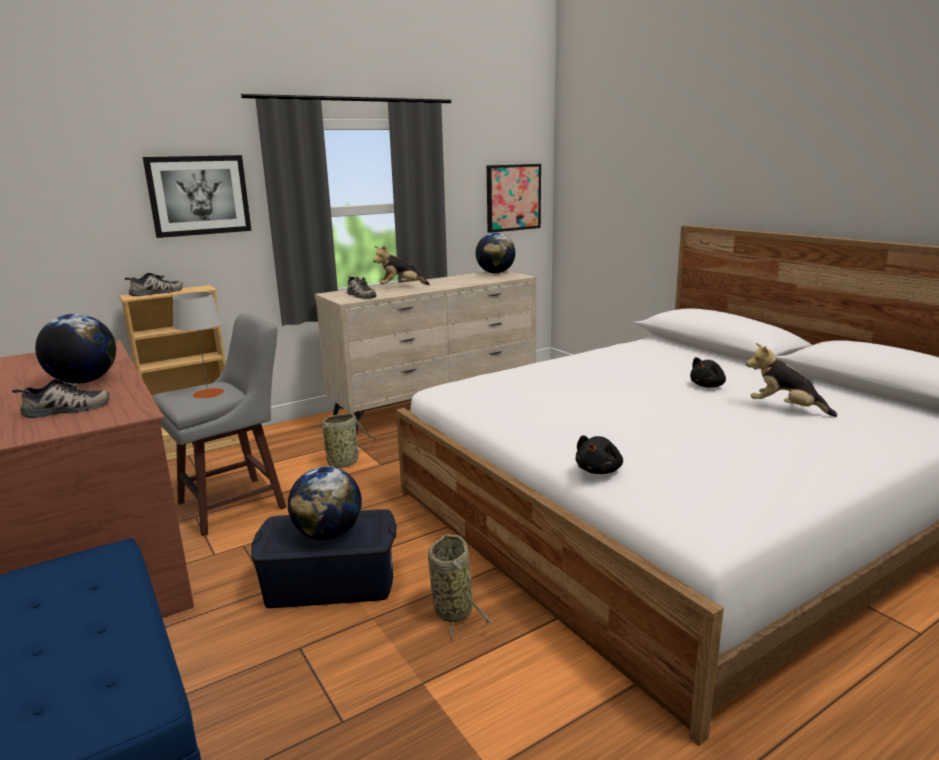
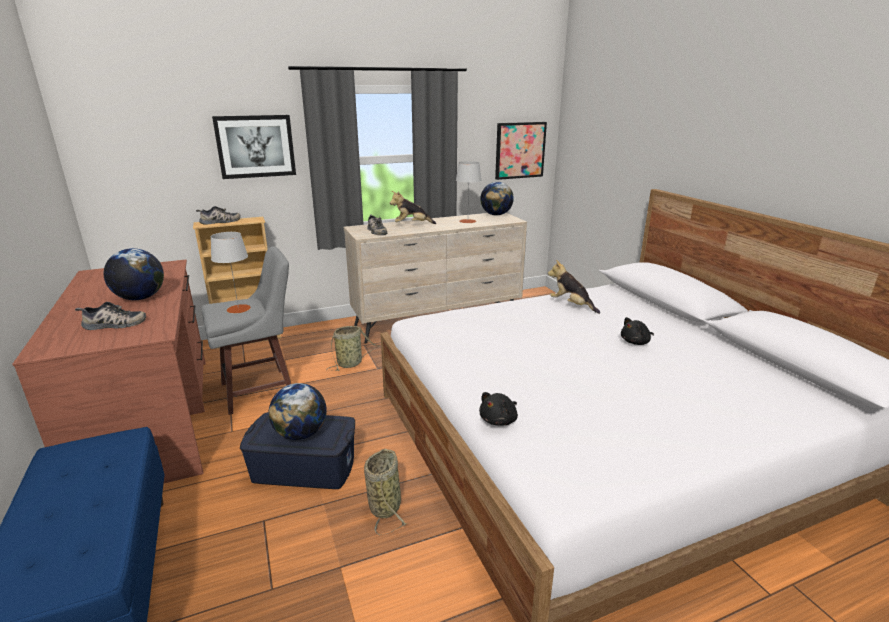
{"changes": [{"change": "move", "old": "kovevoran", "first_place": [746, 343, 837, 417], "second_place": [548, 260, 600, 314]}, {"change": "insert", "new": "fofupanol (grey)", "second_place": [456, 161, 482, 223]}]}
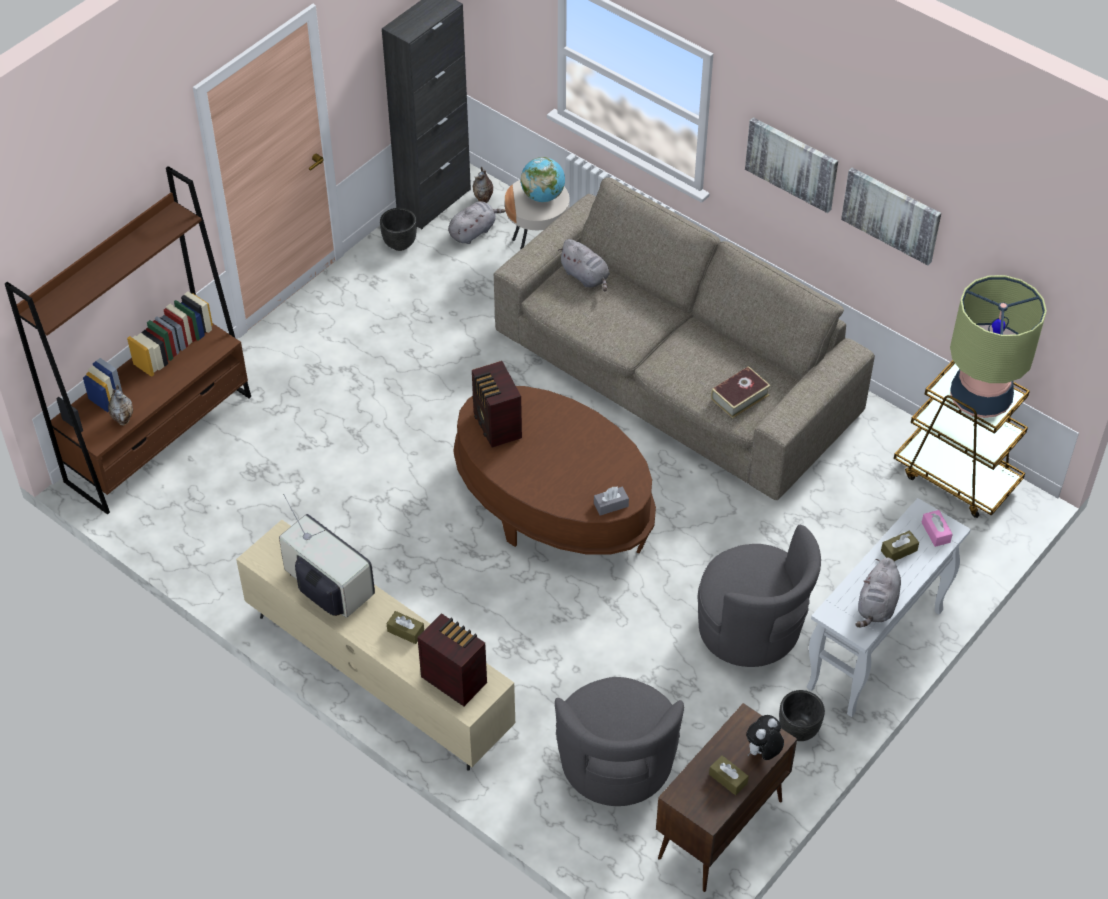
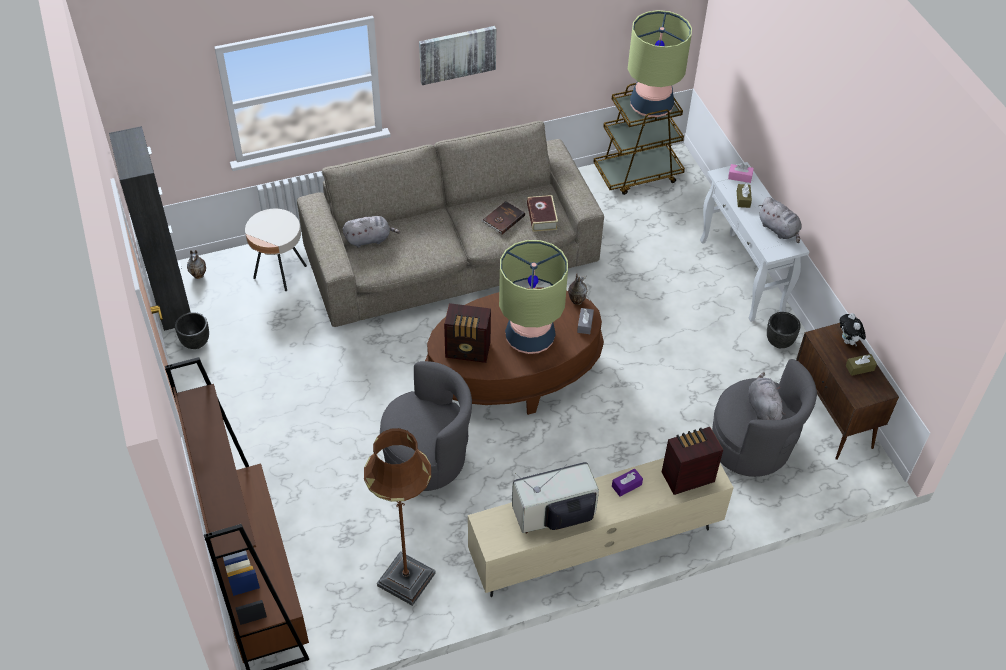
{"changes": [{"change": "move", "old": "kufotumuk", "first_place": [108, 385, 133, 425], "second_place": [568, 273, 587, 305]}, {"change": "recolor", "old": "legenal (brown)", "new": "legenal (purple)", "first_place": [386, 611, 424, 644], "second_place": [612, 468, 643, 497]}, {"change": "move", "old": "kovevoran (grey)", "first_place": [448, 201, 505, 244], "second_place": [748, 372, 786, 420]}, {"change": "delete", "old": "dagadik", "first_place": [521, 157, 565, 202]}, {"change": "move", "old": "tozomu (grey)", "first_place": [698, 525, 821, 667], "second_place": [380, 361, 472, 491]}, {"change": "delete", "old": "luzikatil", "first_place": [841, 167, 941, 265]}, {"change": "insert", "new": "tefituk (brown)", "second_place": [364, 428, 436, 606]}, {"change": "insert", "new": "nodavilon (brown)", "second_place": [481, 201, 525, 234]}, {"change": "insert", "new": "fofupanol", "second_place": [499, 240, 568, 354]}]}
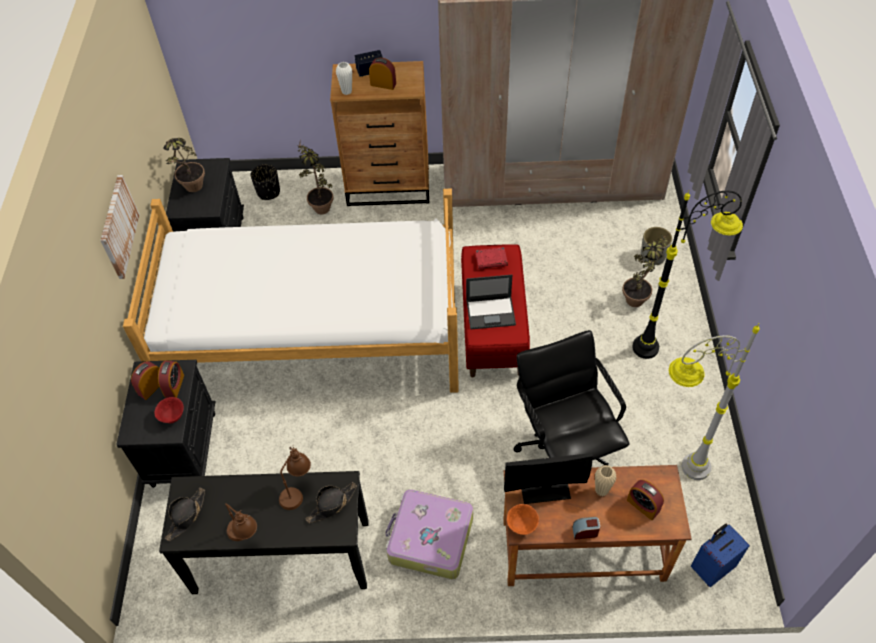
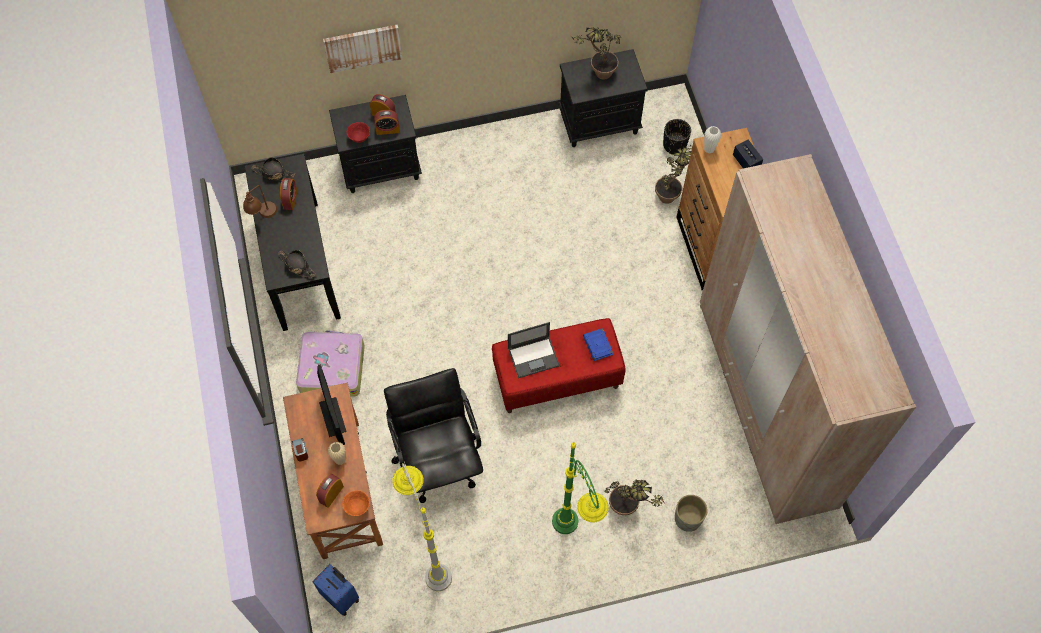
{"changes": [{"change": "move", "old": "luzikatil", "first_place": [100, 175, 140, 279], "second_place": [323, 25, 402, 73]}, {"change": "delete", "old": "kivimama", "first_place": [123, 189, 459, 393]}, {"change": "delete", "old": "fofupanol (brown)", "first_place": [279, 446, 311, 510]}, {"change": "move", "old": "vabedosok", "first_place": [369, 58, 396, 90], "second_place": [280, 178, 298, 210]}, {"change": "rotate", "old": "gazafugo", "first_place": [466, 275, 516, 329], "second_place": [508, 322, 560, 378], "degrees": -90}, {"change": "recolor", "old": "nodavilon (red)", "new": "nodavilon (blue)", "first_place": [476, 247, 508, 269], "second_place": [583, 328, 613, 361]}, {"change": "move", "old": "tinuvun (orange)", "first_place": [507, 504, 539, 535], "second_place": [342, 490, 370, 516]}, {"change": "rotate", "old": "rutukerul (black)", "first_place": [514, 330, 629, 465], "second_place": [384, 368, 483, 503], "degrees": -75}, {"change": "recolor", "old": "tefituk (black)", "new": "tefituk (green)", "first_place": [632, 190, 743, 359], "second_place": [552, 442, 609, 534]}]}
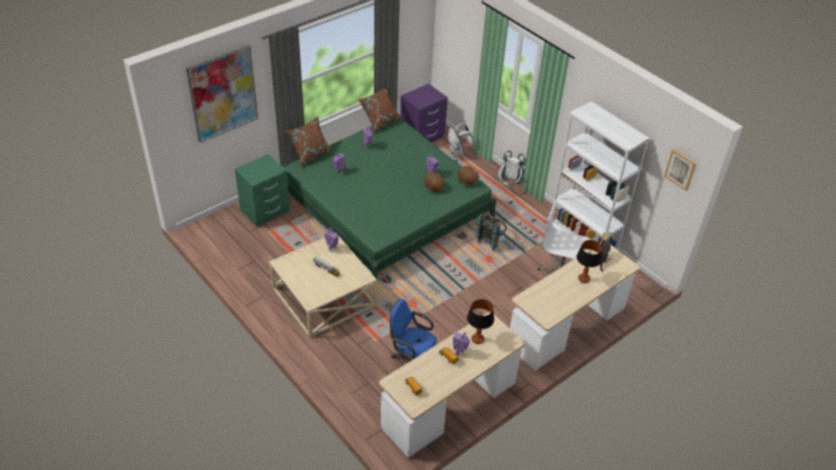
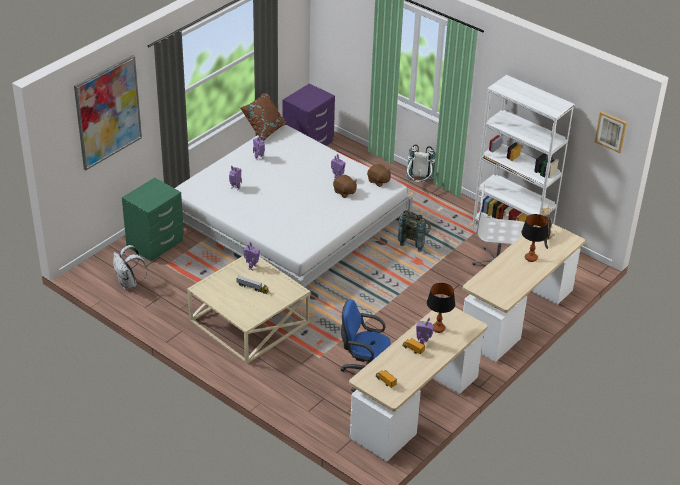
{"changes": [{"change": "recolor", "old": "kivimama (green)", "new": "kivimama (white)", "first_place": [284, 118, 496, 279], "second_place": [175, 125, 413, 287]}, {"change": "delete", "old": "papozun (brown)", "first_place": [285, 117, 332, 166]}, {"change": "move", "old": "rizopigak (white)", "first_place": [448, 123, 474, 158], "second_place": [113, 245, 148, 290]}]}
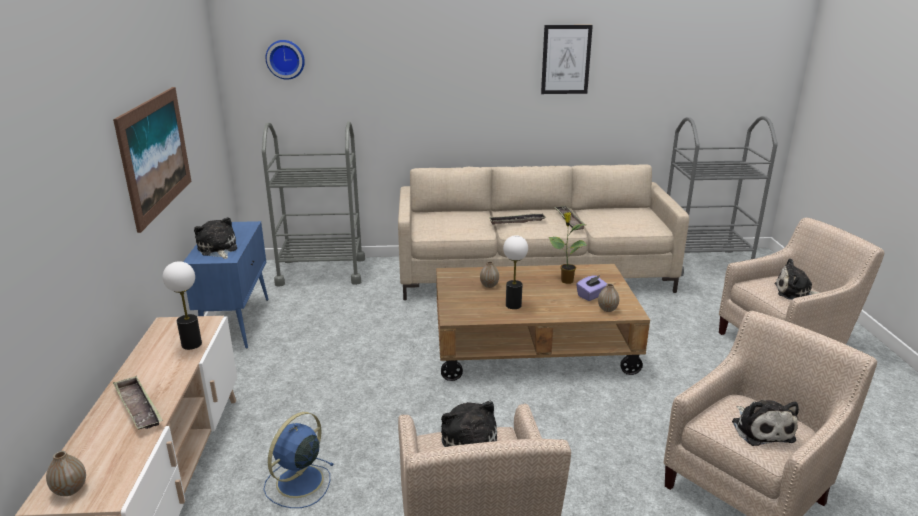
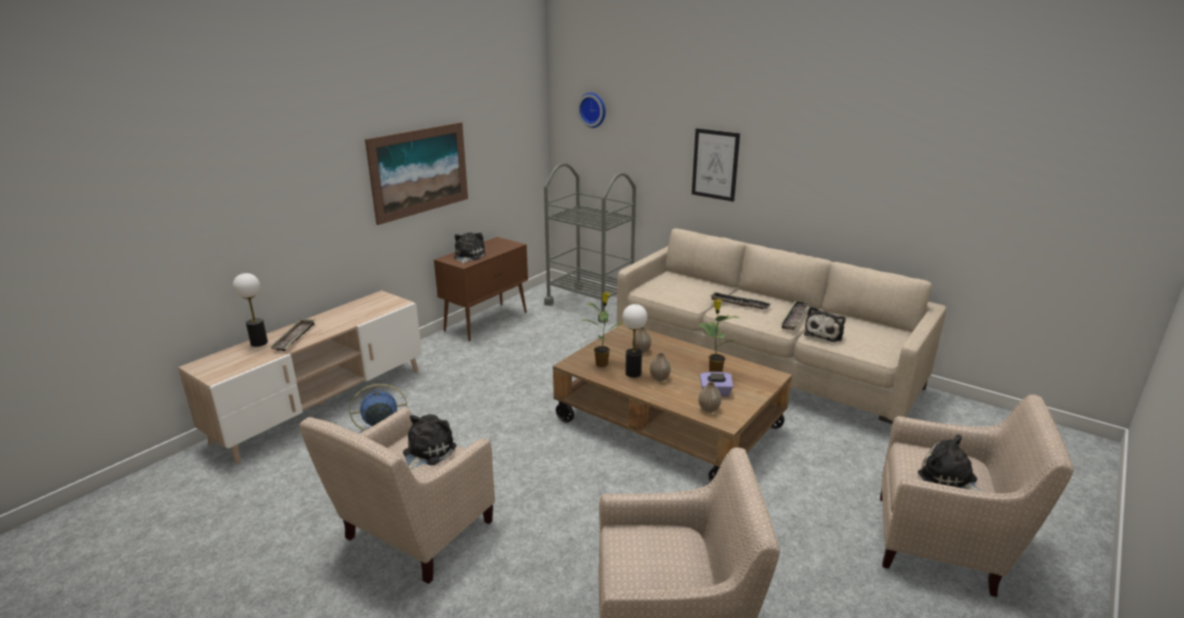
{"changes": [{"change": "move", "old": "kufotumuk", "first_place": [46, 451, 86, 496], "second_place": [650, 353, 671, 381]}, {"change": "move", "old": "fofupanol", "first_place": [163, 261, 202, 350], "second_place": [233, 273, 268, 347]}, {"change": "recolor", "old": "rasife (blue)", "new": "rasife (brown)", "first_place": [183, 221, 269, 349], "second_place": [434, 237, 528, 341]}, {"change": "move", "old": "luzikatil", "first_place": [541, 25, 593, 94], "second_place": [692, 128, 740, 202]}, {"change": "delete", "old": "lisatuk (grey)", "first_place": [667, 116, 778, 276]}, {"change": "move", "old": "kovevoran", "first_place": [732, 400, 799, 446], "second_place": [804, 306, 846, 342]}, {"change": "insert", "new": "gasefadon", "second_place": [581, 292, 624, 367]}]}
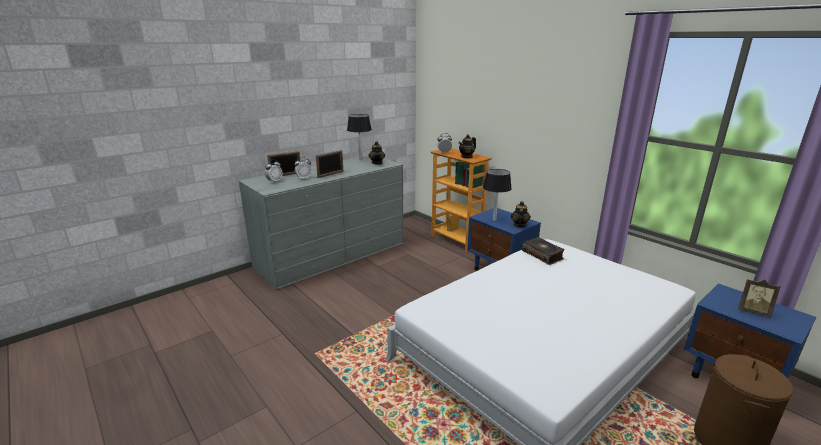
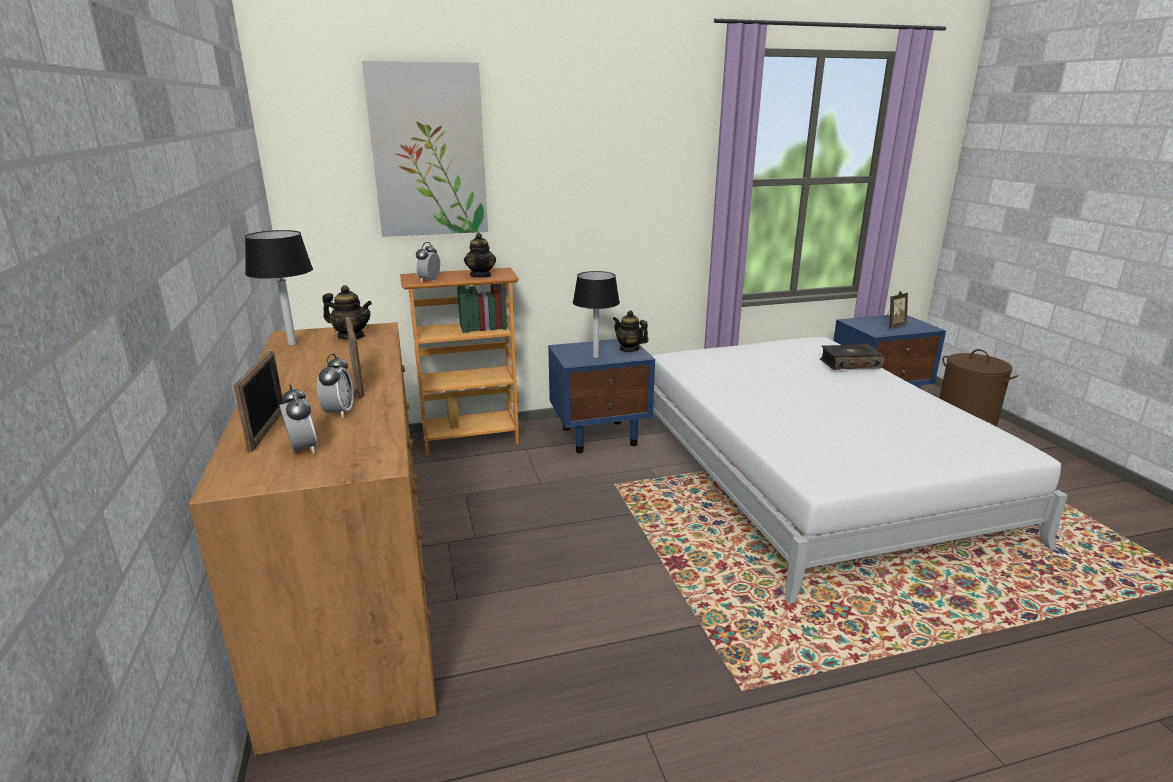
{"changes": [{"change": "recolor", "old": "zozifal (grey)", "new": "zozifal (brown)", "first_place": [239, 155, 404, 289], "second_place": [188, 322, 437, 755]}, {"change": "move", "old": "nodavilon", "first_place": [522, 237, 565, 265], "second_place": [820, 343, 884, 370]}, {"change": "insert", "new": "luzikatil", "second_place": [362, 61, 488, 237]}]}
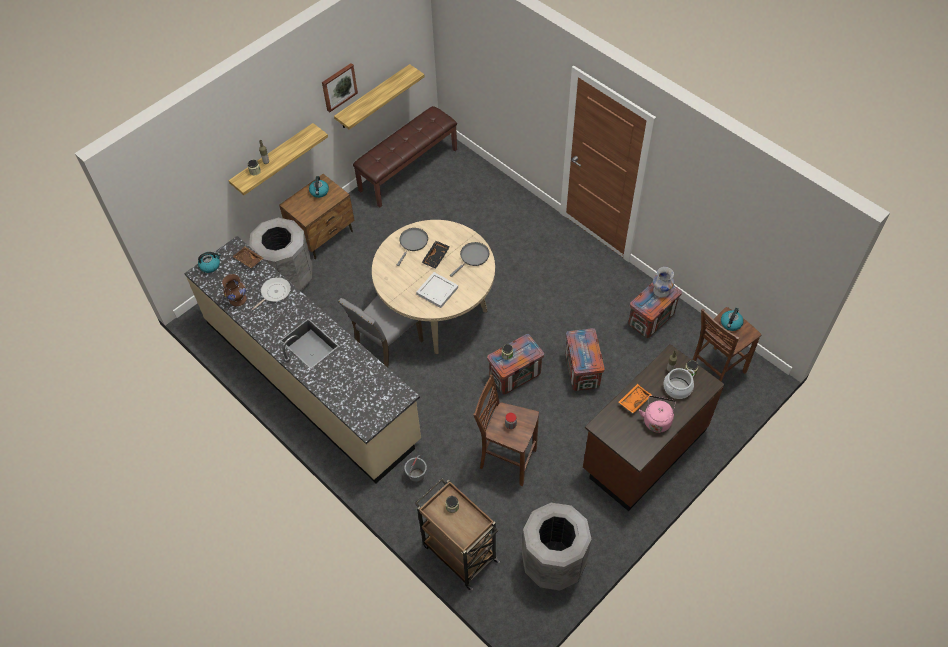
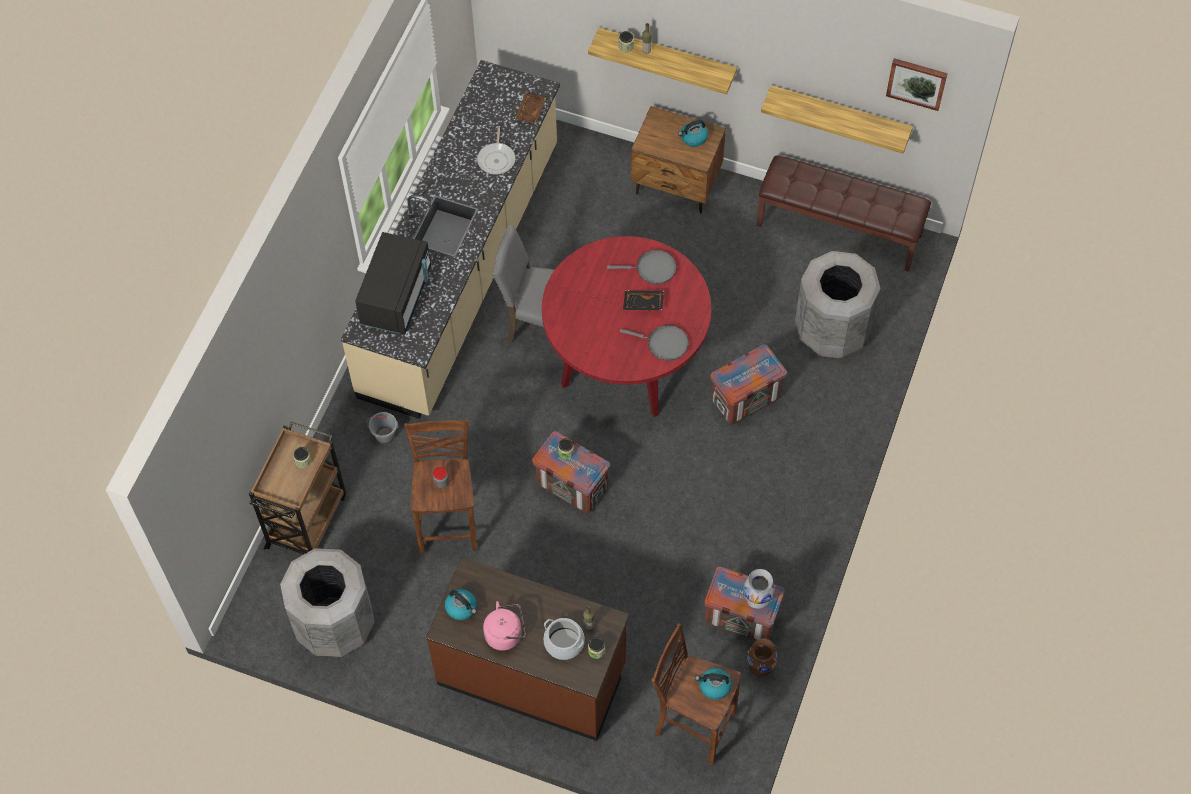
{"changes": [{"change": "move", "old": "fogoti", "first_place": [198, 252, 221, 273], "second_place": [445, 589, 477, 620]}, {"change": "move", "old": "kufotumuk (brown)", "first_place": [222, 274, 247, 306], "second_place": [747, 639, 778, 677]}, {"change": "move", "old": "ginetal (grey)", "first_place": [249, 218, 312, 291], "second_place": [795, 251, 881, 358]}, {"change": "rotate", "old": "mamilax", "first_place": [252, 277, 291, 310], "second_place": [477, 126, 515, 175], "degrees": 75}, {"change": "move", "old": "luzikatil", "first_place": [322, 63, 358, 112], "second_place": [886, 58, 948, 111]}, {"change": "recolor", "old": "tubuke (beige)", "new": "tubuke (red)", "first_place": [372, 220, 495, 354], "second_place": [542, 236, 711, 417]}, {"change": "delete", "old": "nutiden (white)", "first_place": [416, 272, 458, 308]}, {"change": "move", "old": "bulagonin", "first_place": [565, 328, 605, 391], "second_place": [711, 344, 787, 425]}, {"change": "delete", "old": "nutiden (orange)", "first_place": [619, 384, 652, 413]}, {"change": "insert", "new": "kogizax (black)", "second_place": [355, 232, 431, 334]}]}
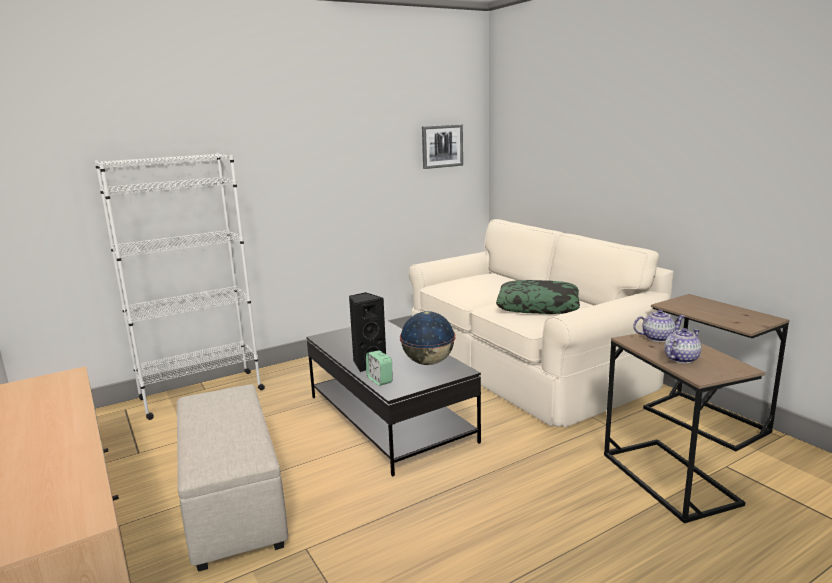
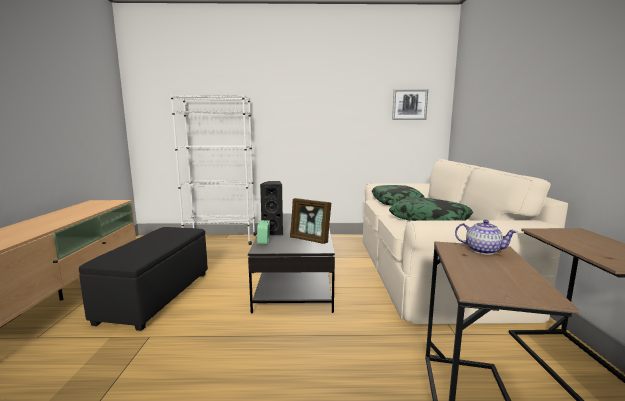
{"changes": [{"change": "recolor", "old": "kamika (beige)", "new": "kamika (black)", "first_place": [177, 384, 288, 572], "second_place": [79, 227, 208, 331]}, {"change": "replace", "old": "dagadik", "new": "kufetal", "first_place": [400, 311, 456, 365], "second_place": [290, 198, 331, 244]}, {"change": "delete", "old": "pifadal", "first_place": [664, 328, 701, 363]}, {"change": "insert", "new": "papozun", "second_place": [372, 185, 425, 205]}]}
